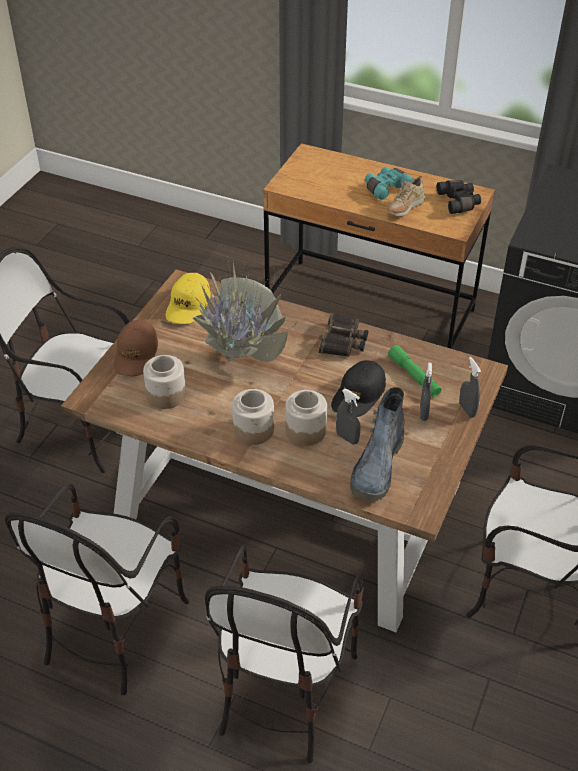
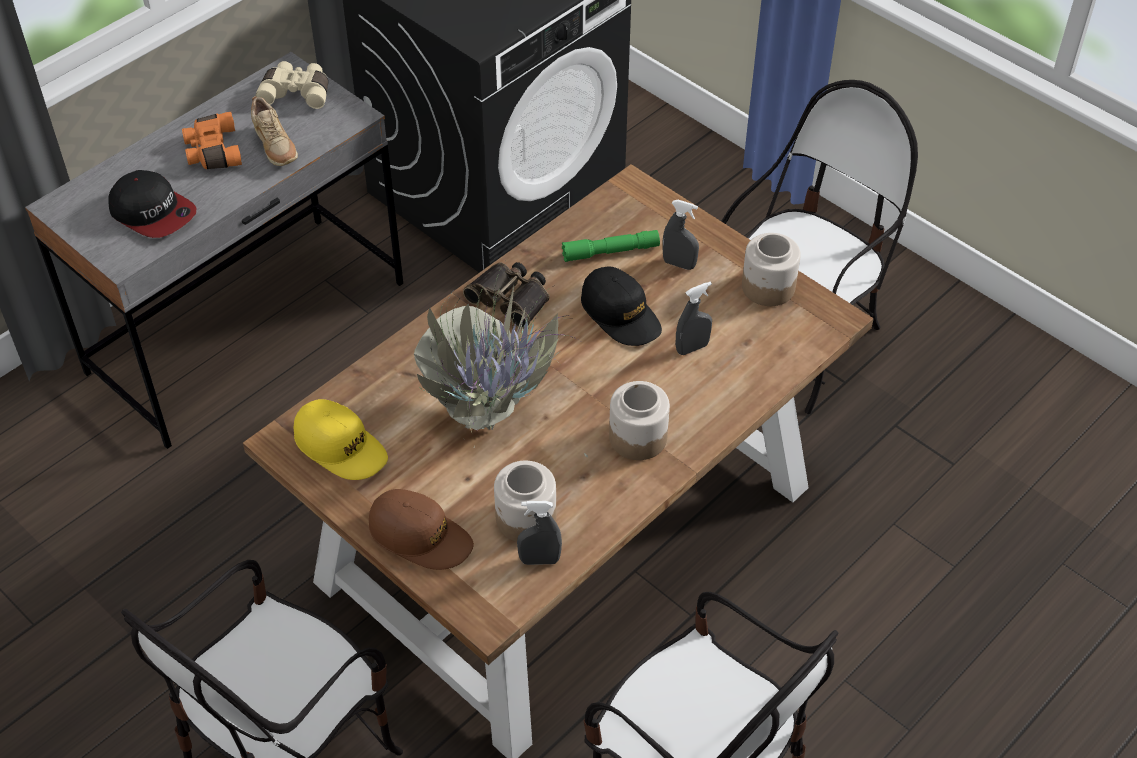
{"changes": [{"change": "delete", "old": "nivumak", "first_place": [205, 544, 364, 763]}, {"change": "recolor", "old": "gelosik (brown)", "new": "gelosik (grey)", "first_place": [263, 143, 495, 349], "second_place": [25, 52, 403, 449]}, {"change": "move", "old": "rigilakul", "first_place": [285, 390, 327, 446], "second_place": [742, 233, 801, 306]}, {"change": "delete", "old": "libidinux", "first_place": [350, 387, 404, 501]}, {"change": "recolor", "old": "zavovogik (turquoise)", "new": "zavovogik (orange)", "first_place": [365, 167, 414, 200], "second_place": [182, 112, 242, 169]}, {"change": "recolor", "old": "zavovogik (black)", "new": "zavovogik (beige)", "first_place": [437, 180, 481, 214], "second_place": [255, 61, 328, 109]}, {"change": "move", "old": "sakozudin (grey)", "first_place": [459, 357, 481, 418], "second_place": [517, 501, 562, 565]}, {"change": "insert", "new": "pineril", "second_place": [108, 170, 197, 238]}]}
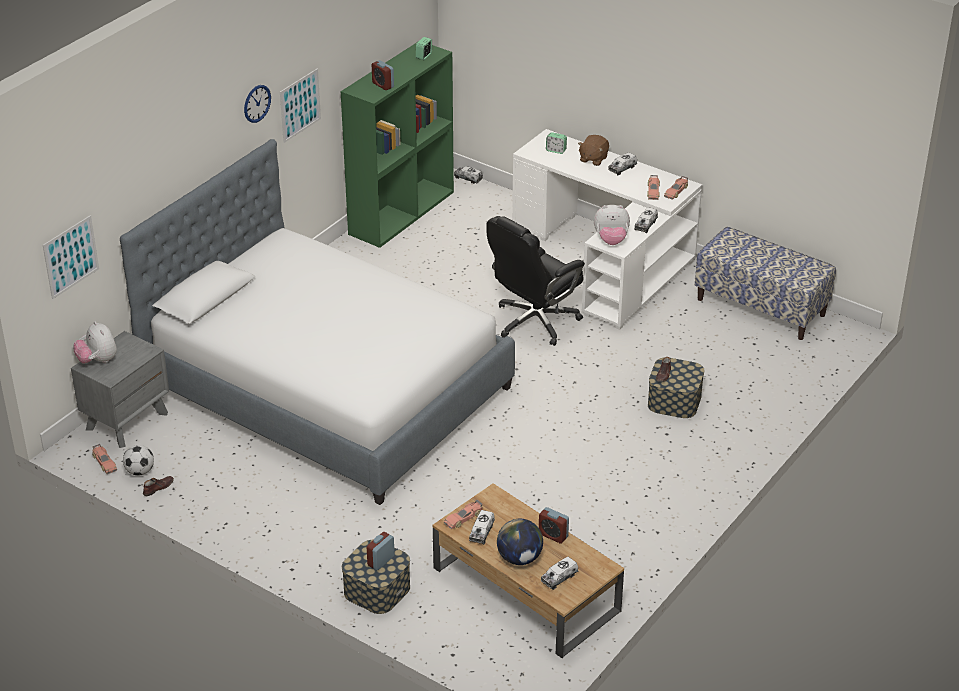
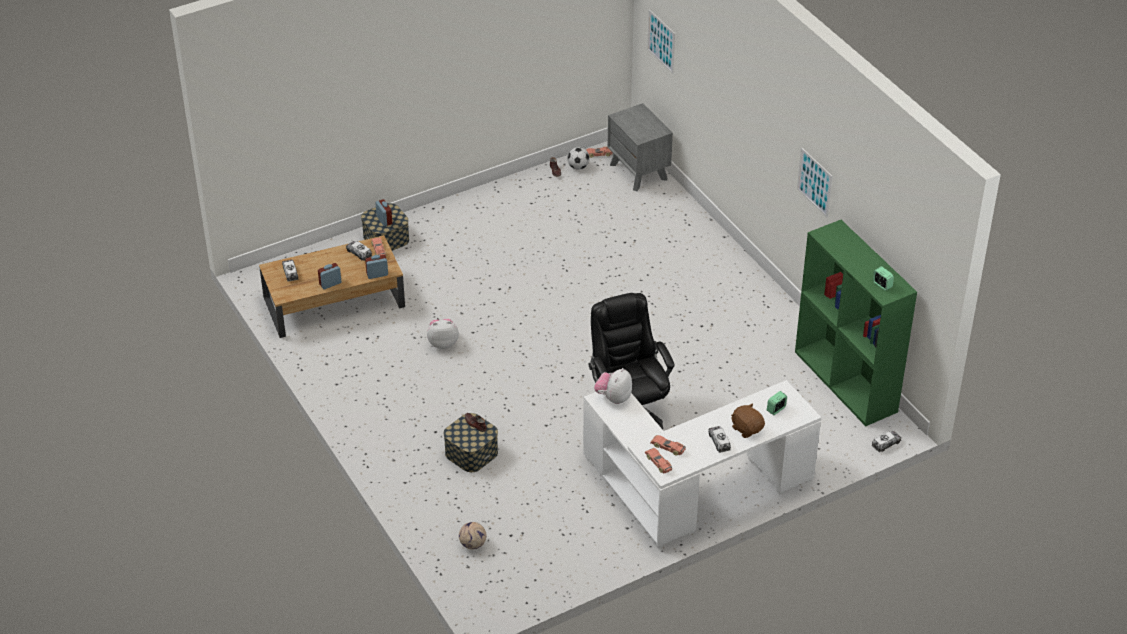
{"changes": [{"change": "move", "old": "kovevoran", "first_place": [74, 321, 117, 364], "second_place": [427, 319, 459, 349]}, {"change": "delete", "old": "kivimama", "first_place": [120, 139, 515, 505]}, {"change": "delete", "old": "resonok", "first_place": [244, 85, 271, 123]}, {"change": "move", "old": "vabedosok", "first_place": [371, 60, 394, 90], "second_place": [365, 255, 388, 279]}, {"change": "delete", "old": "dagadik", "first_place": [497, 519, 543, 565]}, {"change": "delete", "old": "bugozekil", "first_place": [634, 207, 658, 233]}, {"change": "delete", "old": "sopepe", "first_place": [695, 227, 836, 340]}, {"change": "insert", "new": "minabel", "second_place": [459, 522, 487, 550]}]}
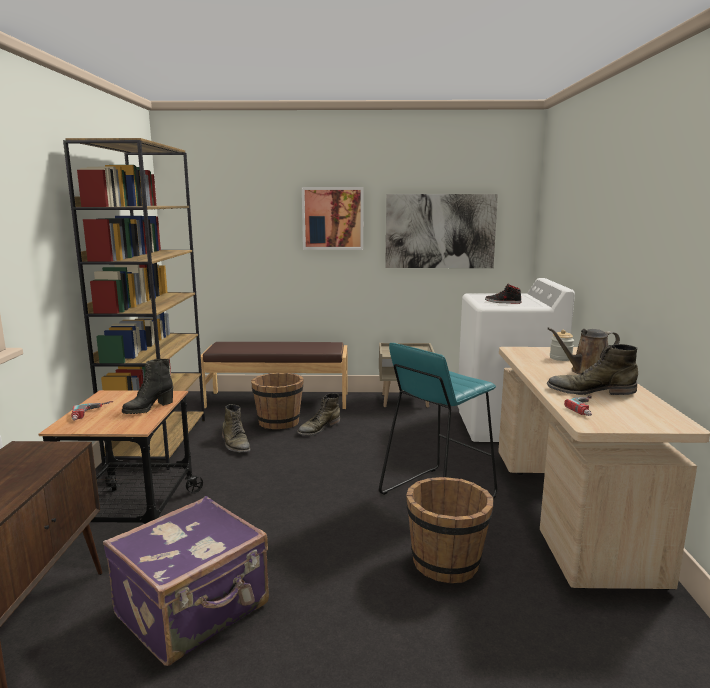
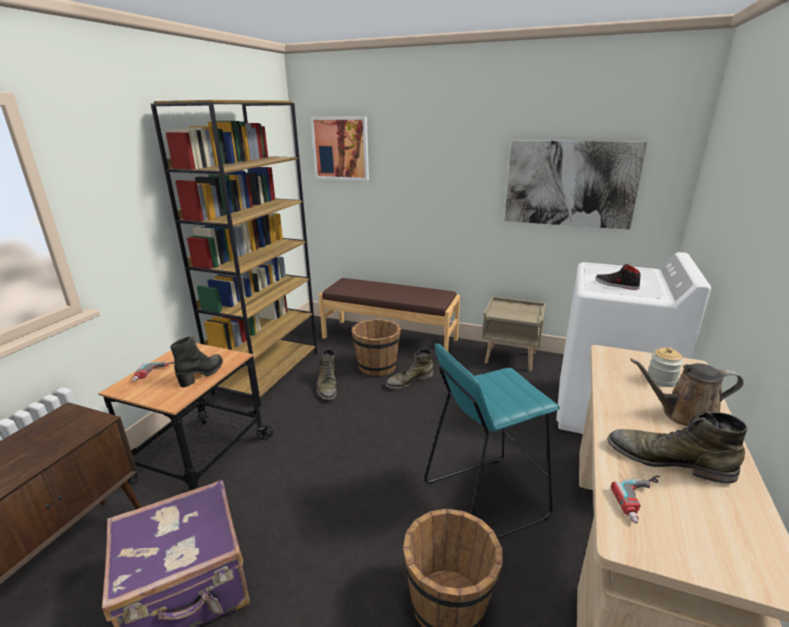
{"changes": [{"change": "rotate", "old": "libidinux (black)", "first_place": [122, 359, 173, 414], "second_place": [170, 336, 223, 387], "degrees": 150}, {"change": "move", "old": "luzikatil", "first_place": [302, 187, 364, 250], "second_place": [310, 116, 369, 181]}]}
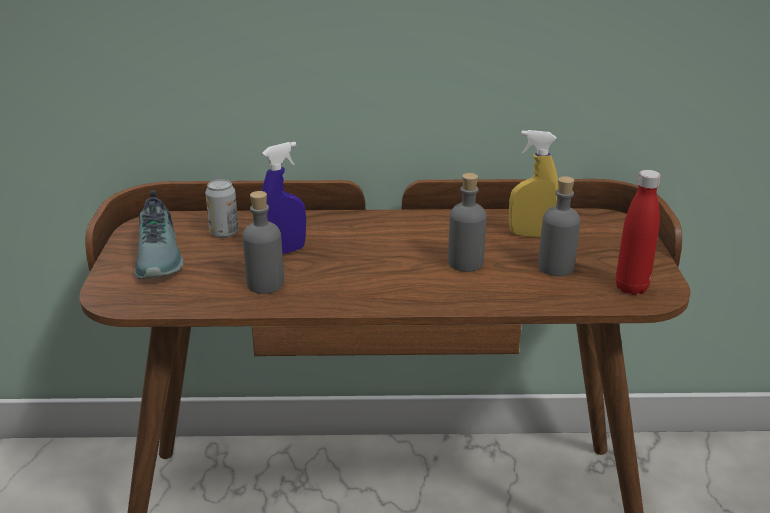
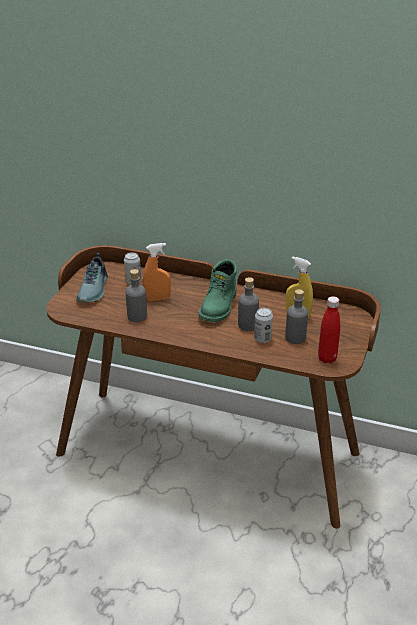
{"changes": [{"change": "recolor", "old": "sakozudin (blue)", "new": "sakozudin (orange)", "first_place": [261, 142, 306, 254], "second_place": [143, 243, 171, 301]}, {"change": "insert", "new": "libidinux (green)", "second_place": [199, 259, 237, 322]}, {"change": "insert", "new": "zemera", "second_place": [254, 308, 273, 343]}]}
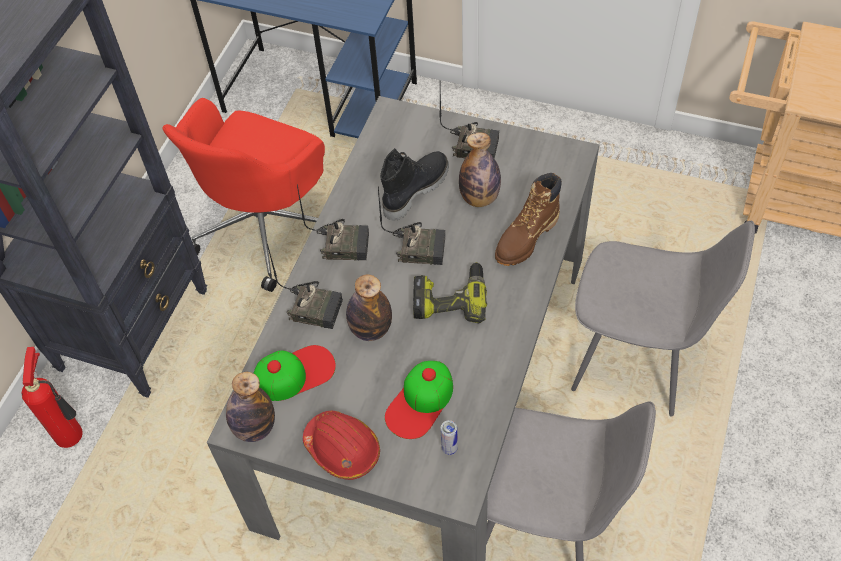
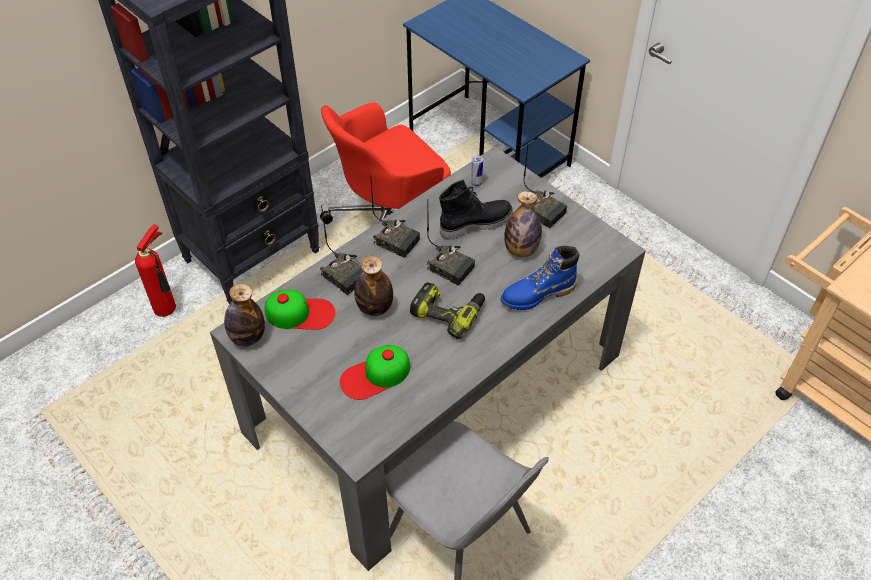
{"changes": [{"change": "delete", "old": "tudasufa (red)", "first_place": [303, 411, 380, 480]}, {"change": "move", "old": "zemera", "first_place": [441, 420, 458, 455], "second_place": [471, 155, 483, 186]}, {"change": "recolor", "old": "libidinux (brown)", "new": "libidinux (blue)", "first_place": [495, 173, 562, 266], "second_place": [500, 246, 580, 310]}, {"change": "delete", "old": "nivumak (grey)", "first_place": [571, 221, 755, 417]}]}
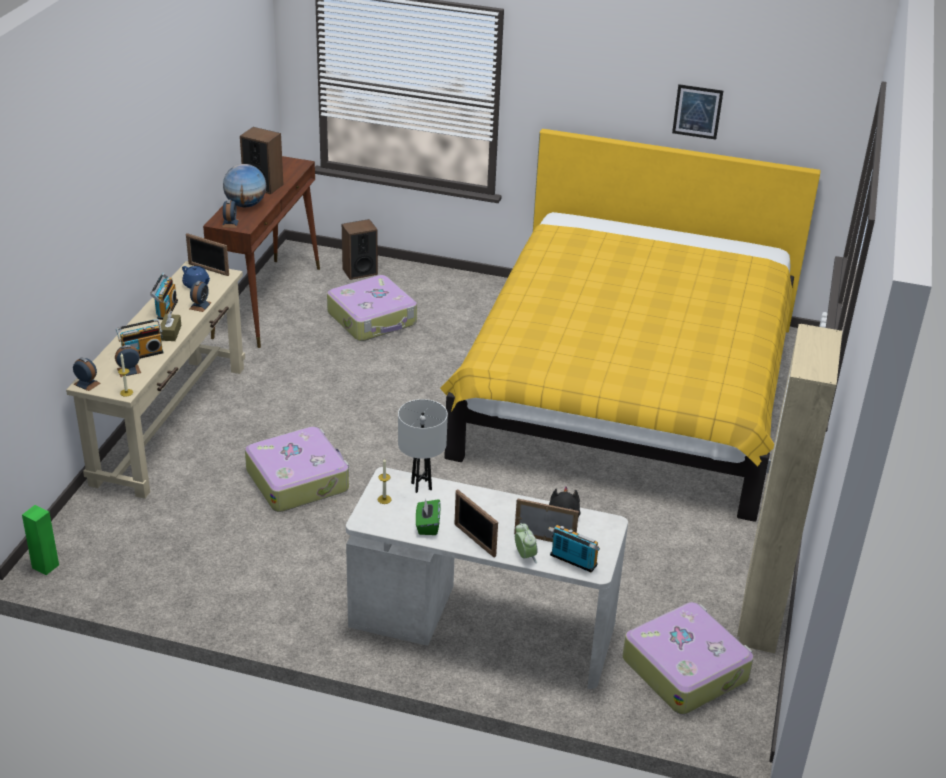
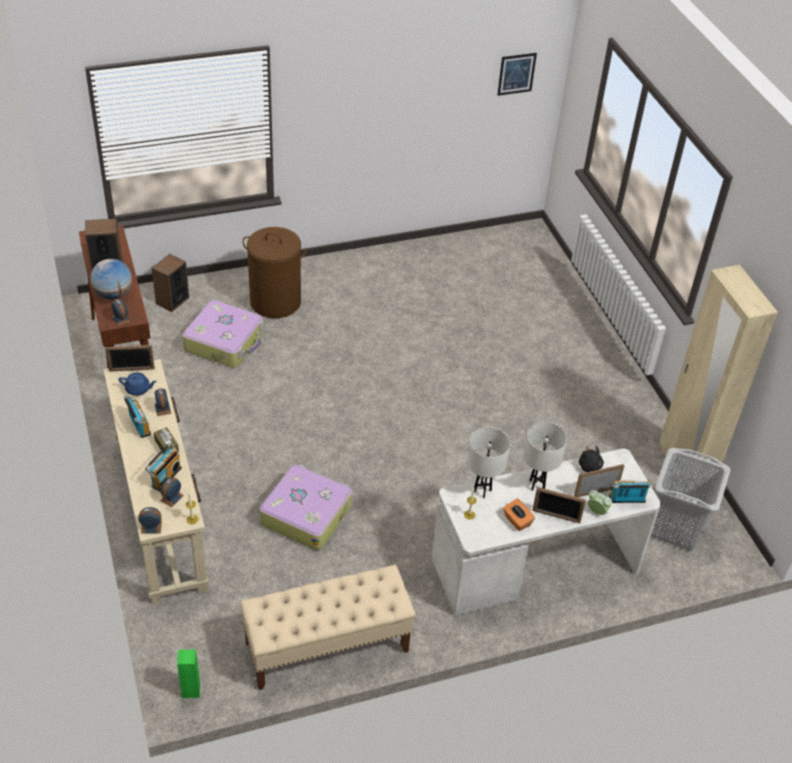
{"changes": [{"change": "recolor", "old": "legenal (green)", "new": "legenal (orange)", "first_place": [416, 499, 441, 535], "second_place": [503, 498, 535, 531]}, {"change": "delete", "old": "kivimama (yellow)", "first_place": [440, 129, 821, 522]}, {"change": "replace", "old": "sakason", "new": "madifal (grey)", "first_place": [623, 602, 754, 714], "second_place": [651, 448, 731, 550]}, {"change": "move", "old": "luzikatil", "first_place": [672, 84, 723, 140], "second_place": [497, 53, 537, 96]}, {"change": "insert", "new": "sopepe (beige)", "second_place": [240, 565, 416, 690]}, {"change": "insert", "new": "madifal (brown)", "second_place": [242, 227, 306, 318]}, {"change": "insert", "new": "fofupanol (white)", "second_place": [523, 422, 567, 491]}]}
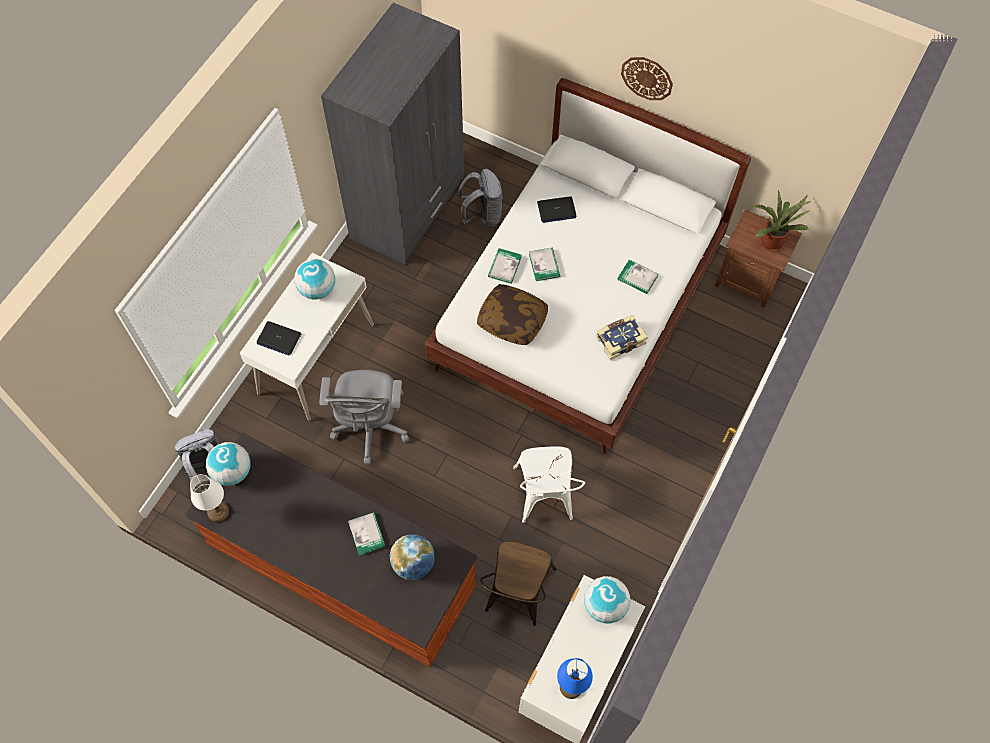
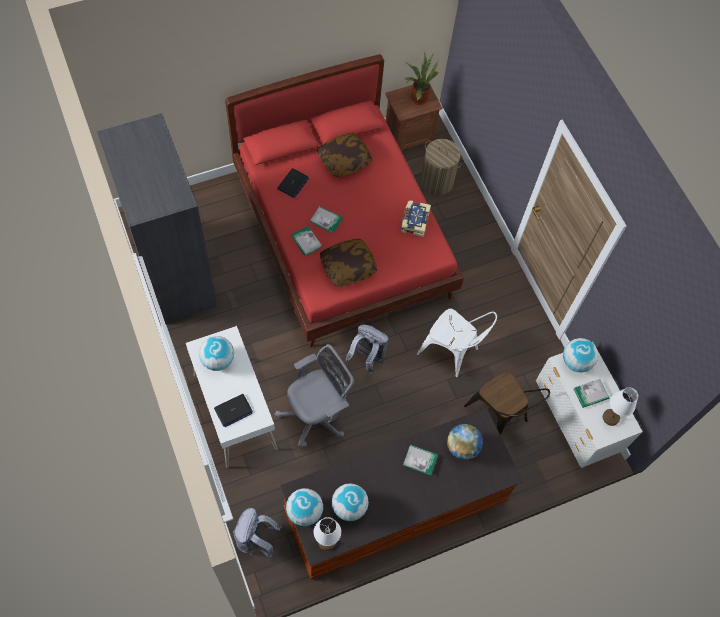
{"changes": [{"change": "rotate", "old": "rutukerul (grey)", "first_place": [319, 370, 409, 465], "second_place": [275, 344, 354, 448], "degrees": -75}, {"change": "recolor", "old": "kivimama (white)", "new": "kivimama (red)", "first_place": [425, 78, 751, 454], "second_place": [225, 54, 464, 347]}, {"change": "move", "old": "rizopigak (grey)", "first_place": [458, 169, 503, 227], "second_place": [345, 324, 389, 375]}, {"change": "recolor", "old": "fofupanol (blue)", "new": "fofupanol (white)", "first_place": [557, 658, 593, 699], "second_place": [603, 387, 638, 426]}, {"change": "move", "old": "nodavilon", "first_place": [617, 260, 658, 294], "second_place": [574, 379, 609, 408]}, {"change": "delete", "old": "resonok", "first_place": [621, 57, 673, 100]}, {"change": "insert", "new": "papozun", "second_place": [317, 133, 372, 177]}, {"change": "insert", "new": "dagadik", "second_place": [332, 483, 369, 521]}, {"change": "insert", "new": "madifal", "second_place": [420, 139, 461, 196]}]}
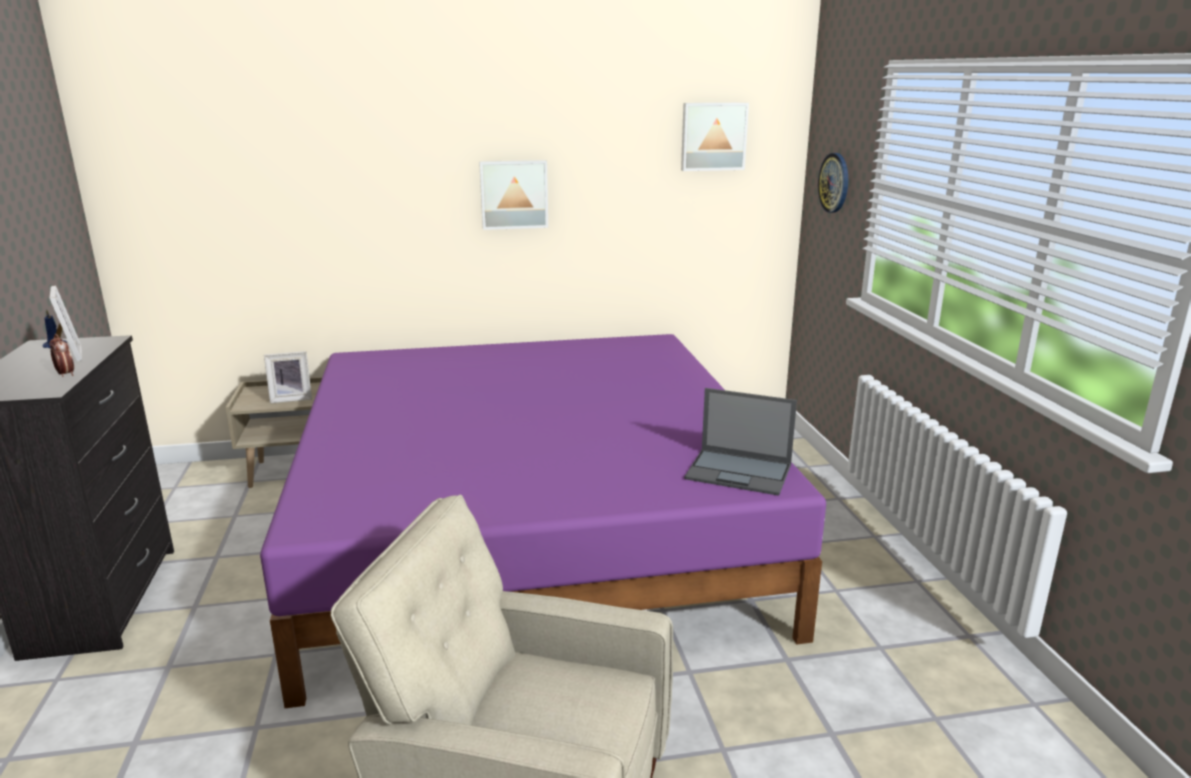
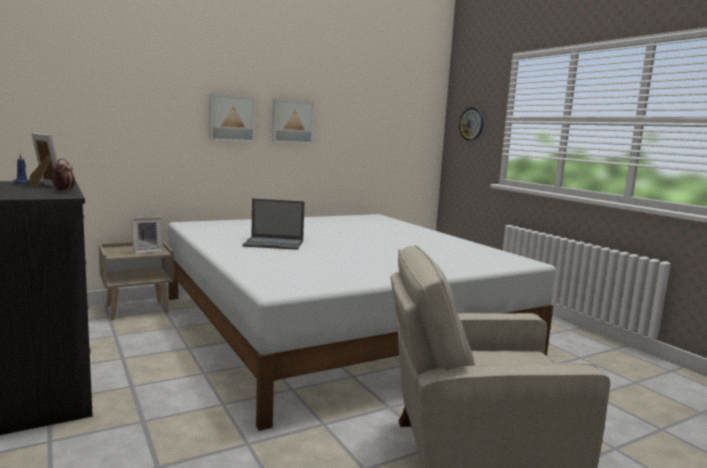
{"changes": [{"change": "recolor", "old": "kivimama (purple)", "new": "kivimama (white)", "first_place": [260, 334, 826, 708], "second_place": [168, 214, 556, 431]}, {"change": "move", "old": "luzikatil", "first_place": [681, 103, 749, 171], "second_place": [209, 94, 255, 142]}, {"change": "move", "old": "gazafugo", "first_place": [684, 388, 797, 496], "second_place": [242, 198, 305, 250]}]}
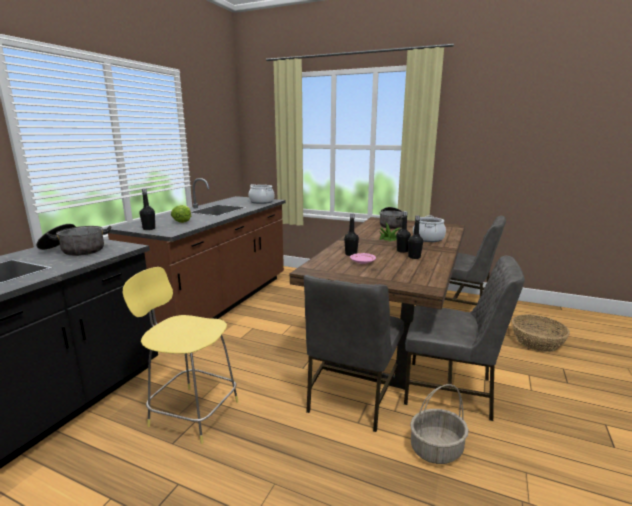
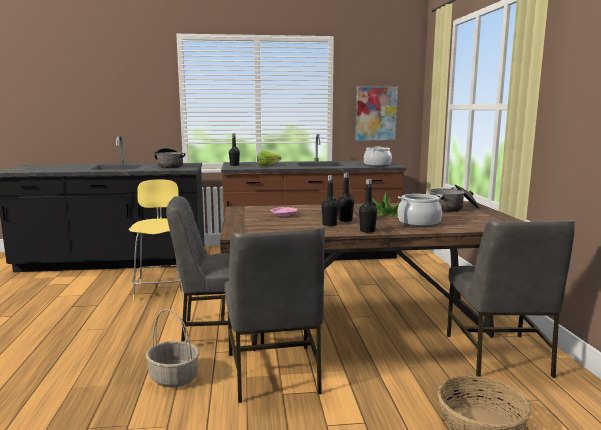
{"changes": [{"change": "move", "old": "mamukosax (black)", "first_place": [344, 213, 359, 256], "second_place": [359, 179, 377, 233]}, {"change": "insert", "new": "luzikatil", "second_place": [355, 86, 398, 141]}]}
